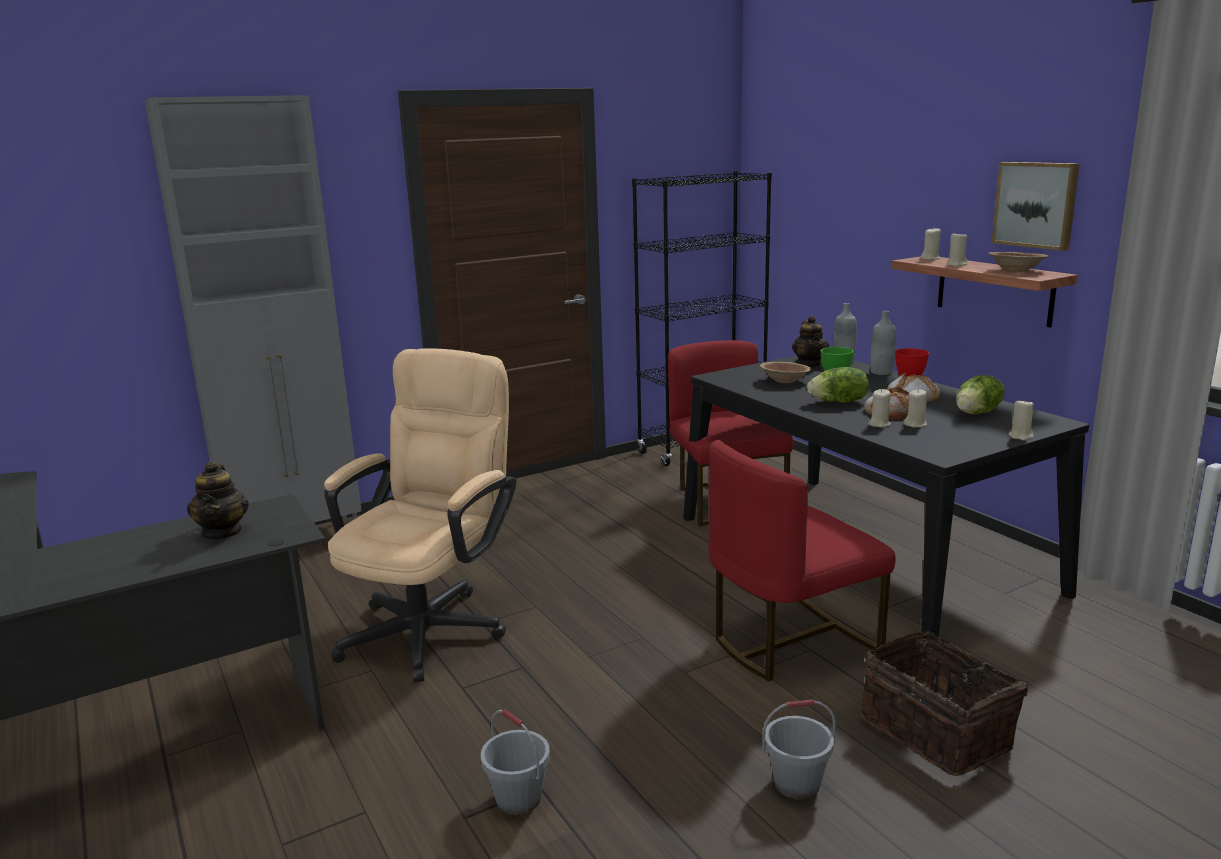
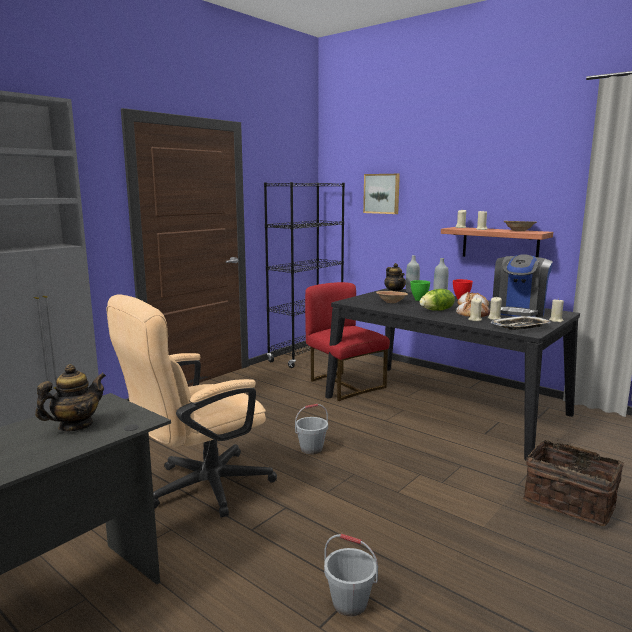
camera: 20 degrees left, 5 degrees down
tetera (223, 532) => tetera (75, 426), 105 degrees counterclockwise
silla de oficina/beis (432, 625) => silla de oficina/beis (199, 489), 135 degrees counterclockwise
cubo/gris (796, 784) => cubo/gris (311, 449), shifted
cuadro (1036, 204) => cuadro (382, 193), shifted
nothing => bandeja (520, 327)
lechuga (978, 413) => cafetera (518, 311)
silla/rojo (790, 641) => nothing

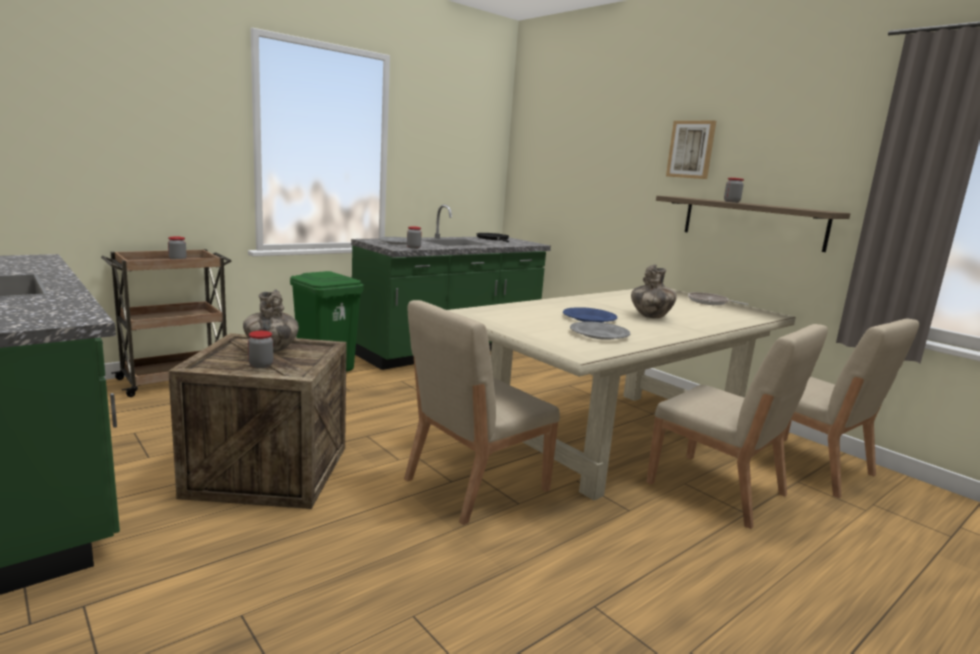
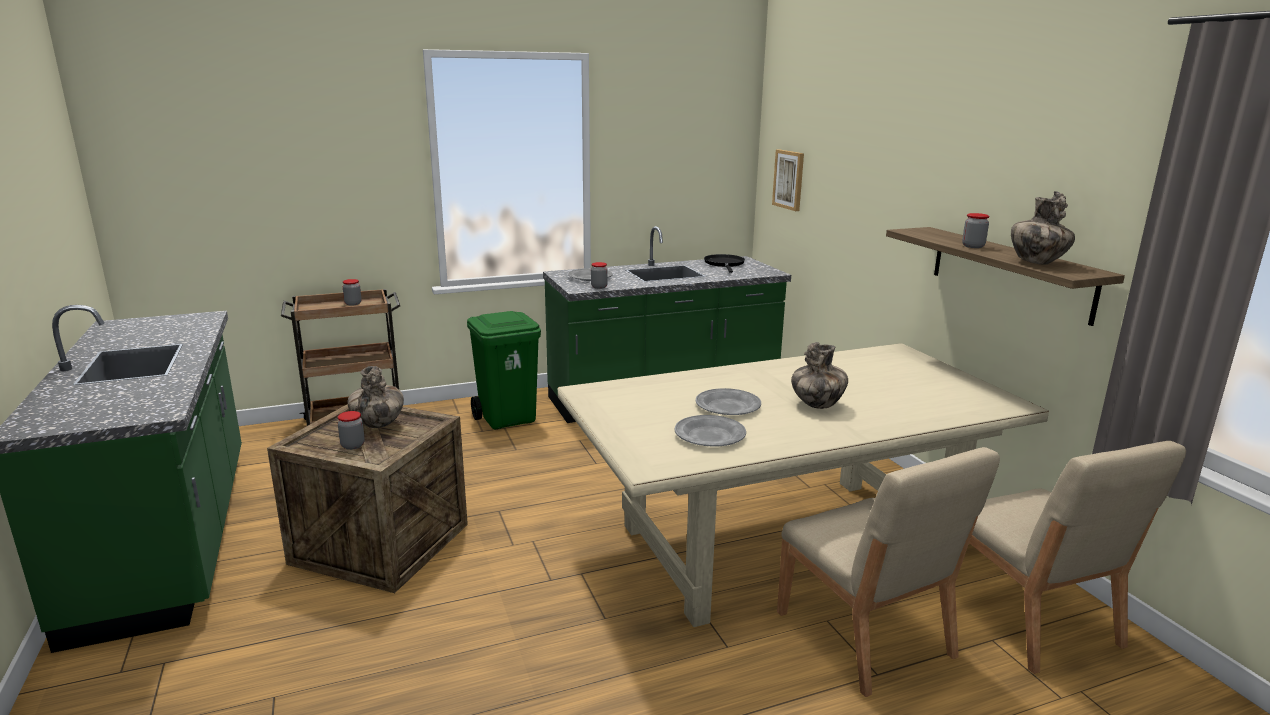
camera: 20 degrees right, 5 degrees up
plato/azul (588, 318) => plato/gris (727, 406)
cuadro (691, 149) => cuadro (789, 179), shifted
nothing => florero (1036, 262)
silla/beis (474, 485) => nothing
sartén (709, 302) => nothing

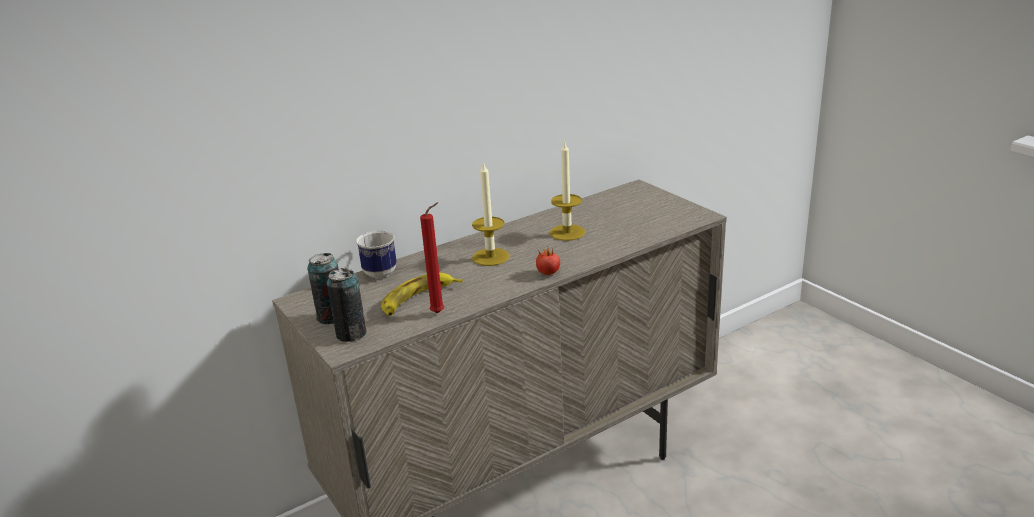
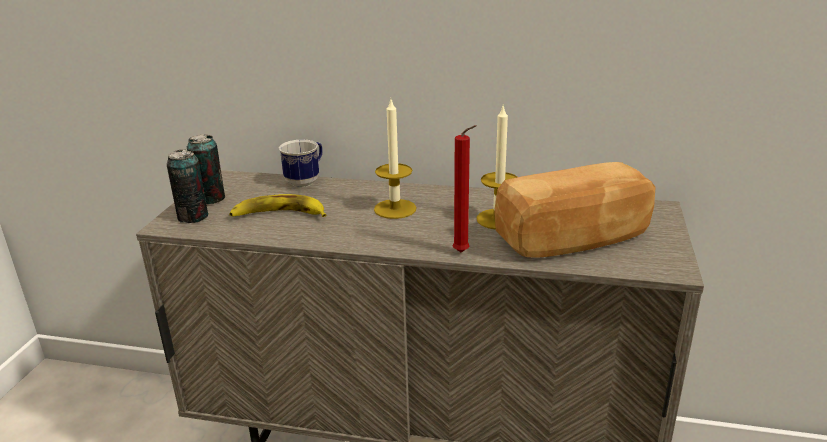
camera: 45 degrees right, 0 degrees up
vela/rojo (440, 313) => vela/rojo (463, 253), shifted
nothing => pan (574, 240)
tomate (548, 273) => nothing

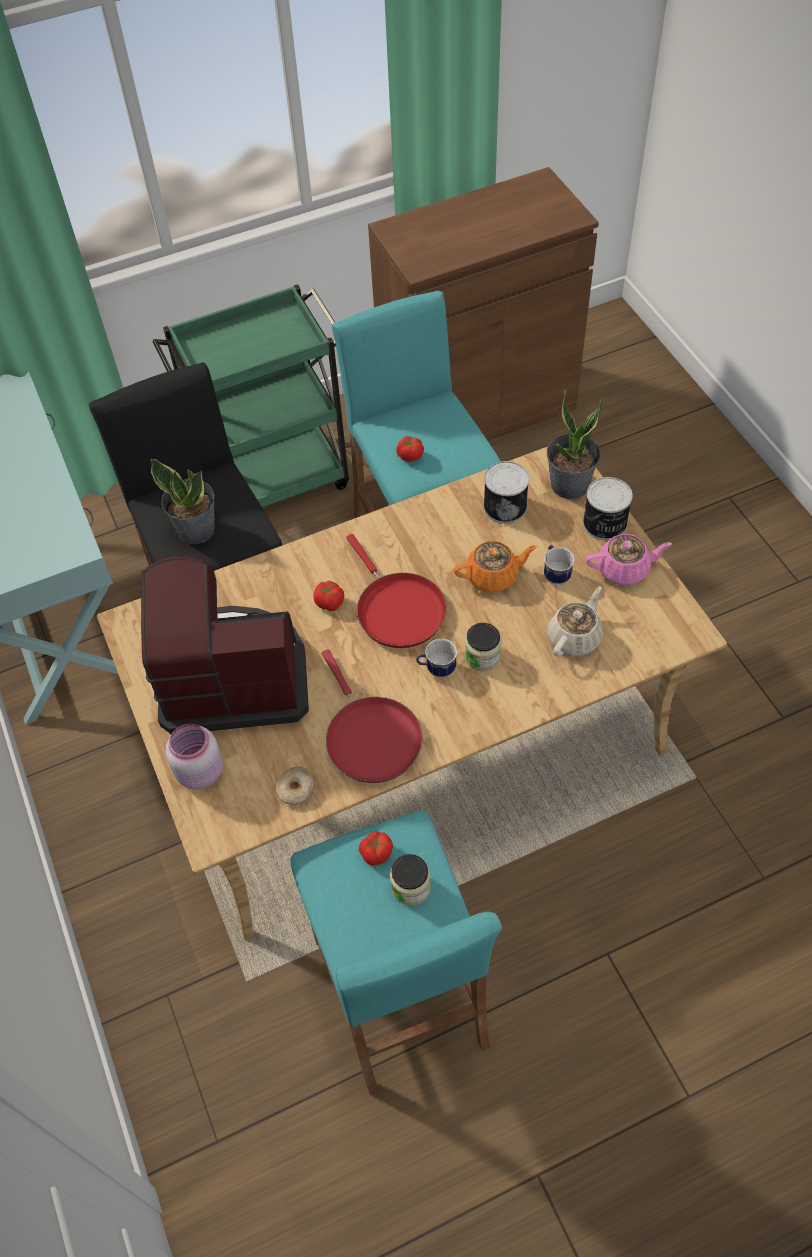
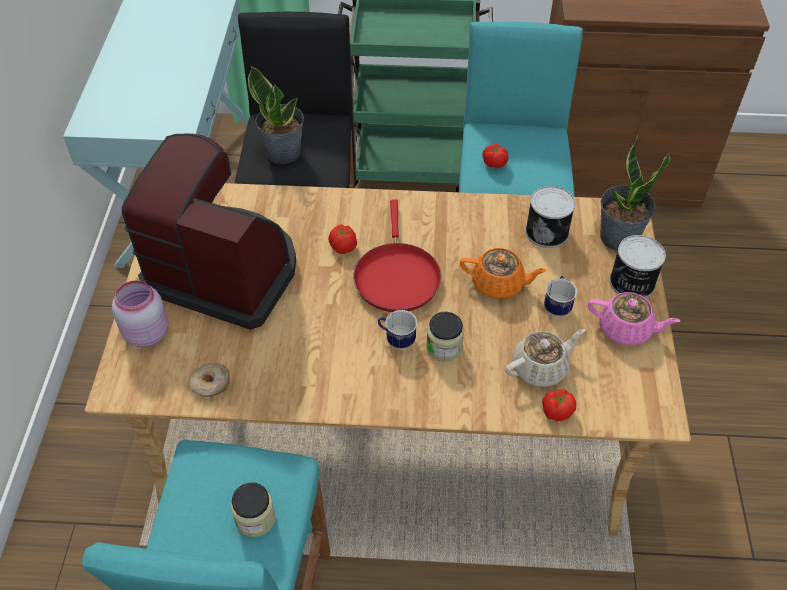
camera: 25 degrees right, 5 degrees down
tomate (376, 853) => tomate (556, 412), shifted
sartén/rojo (370, 737) => nothing

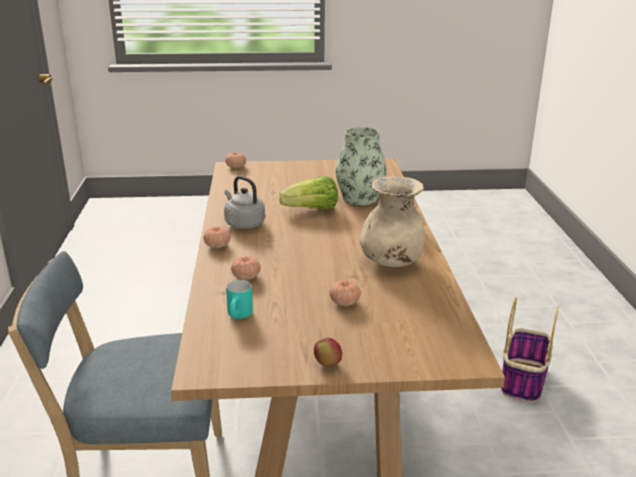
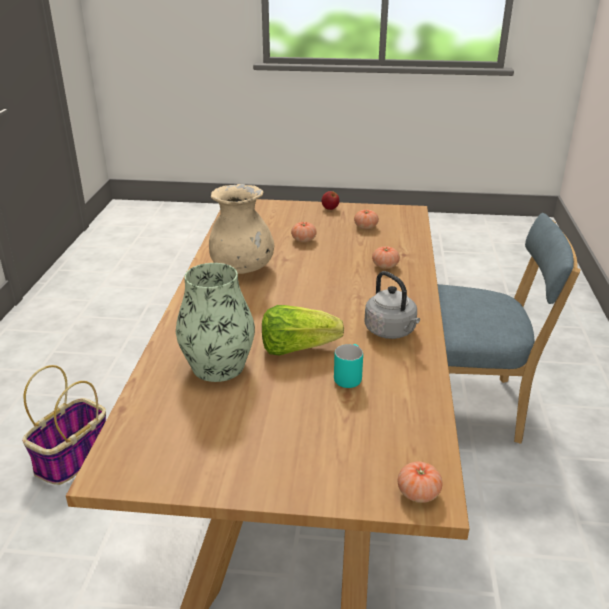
camera: 170 degrees left, 5 degrees up
taza grande/turquesa (240, 317) => taza grande/turquesa (347, 376), shifted
tomate (217, 245) => tomate (365, 227), shifted

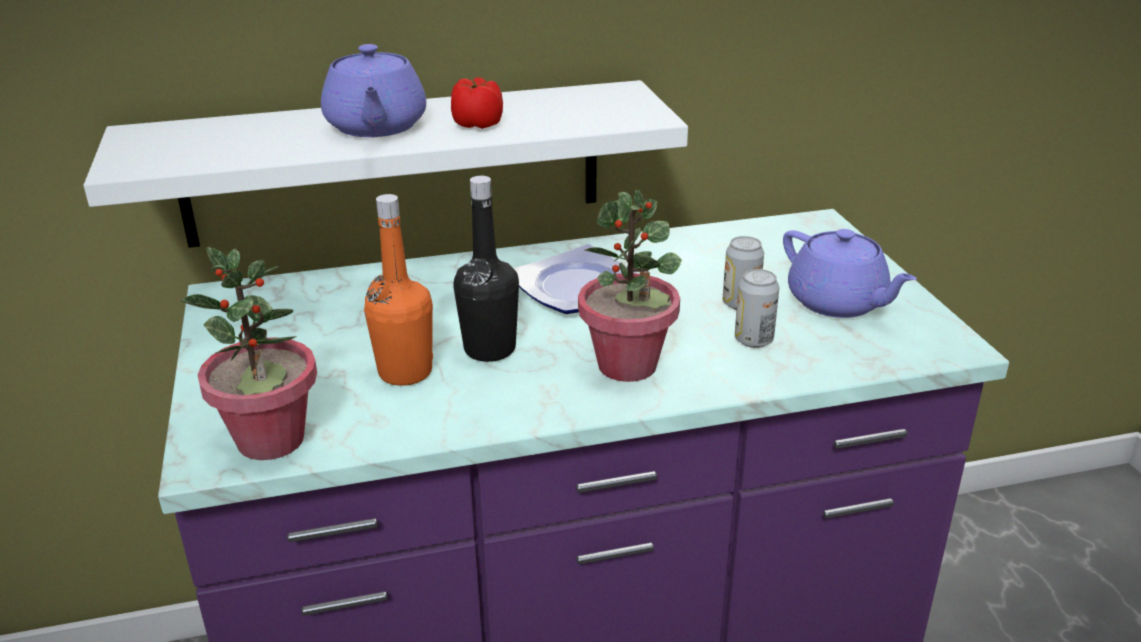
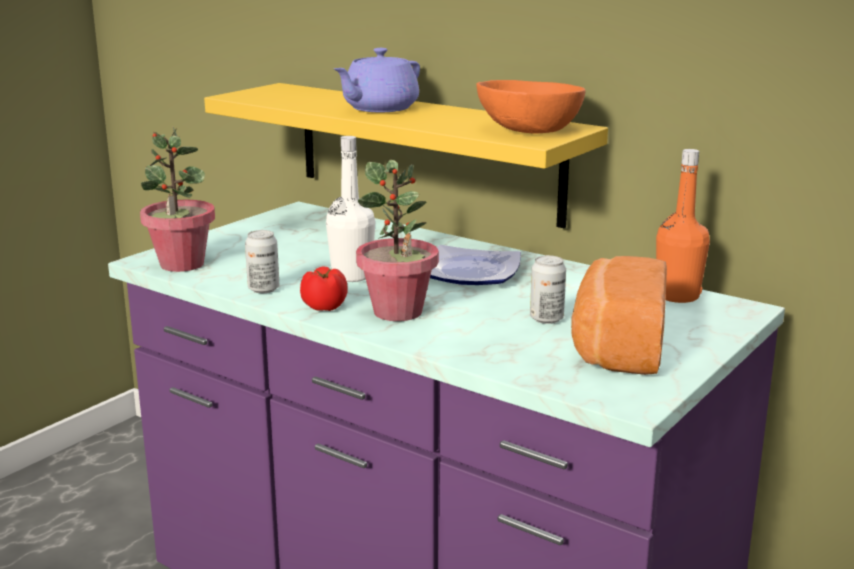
camera: 50 degrees right, 10 degrees down
estante/blanco (394, 163) => estante/amarillo (426, 151)
lata (753, 340) => lata (263, 289), shifted
tomate (478, 124) => tomate (325, 306), shifted
botella/negro (489, 349) => botella/blanco (352, 276)
nothing => cuenco/naranja (529, 131)
tetera/morado (838, 303) => pan (616, 347)
botella/naranja (405, 372) => botella/naranja (677, 296), shifted

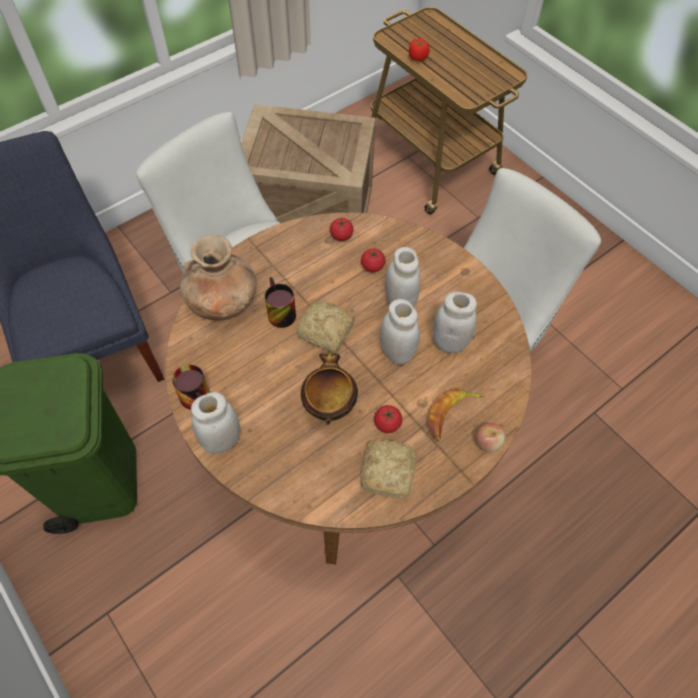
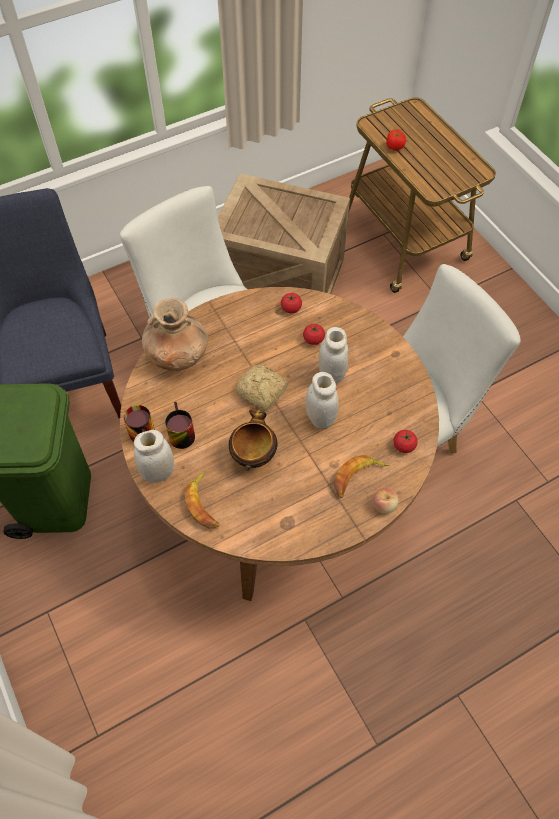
camera: 10 degrees right, 0 degrees up
taza grande (277, 312) => taza grande (179, 433), shifted
nothing => plátano (204, 503)
tomate (387, 424) => tomate (404, 446), shifted
pan (388, 471) => nothing
tarro/blanco (449, 342) => nothing

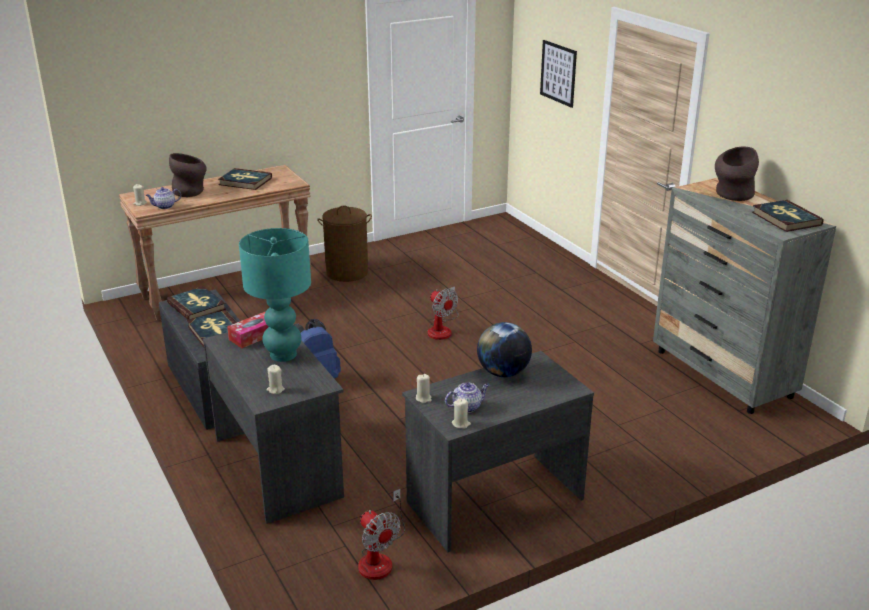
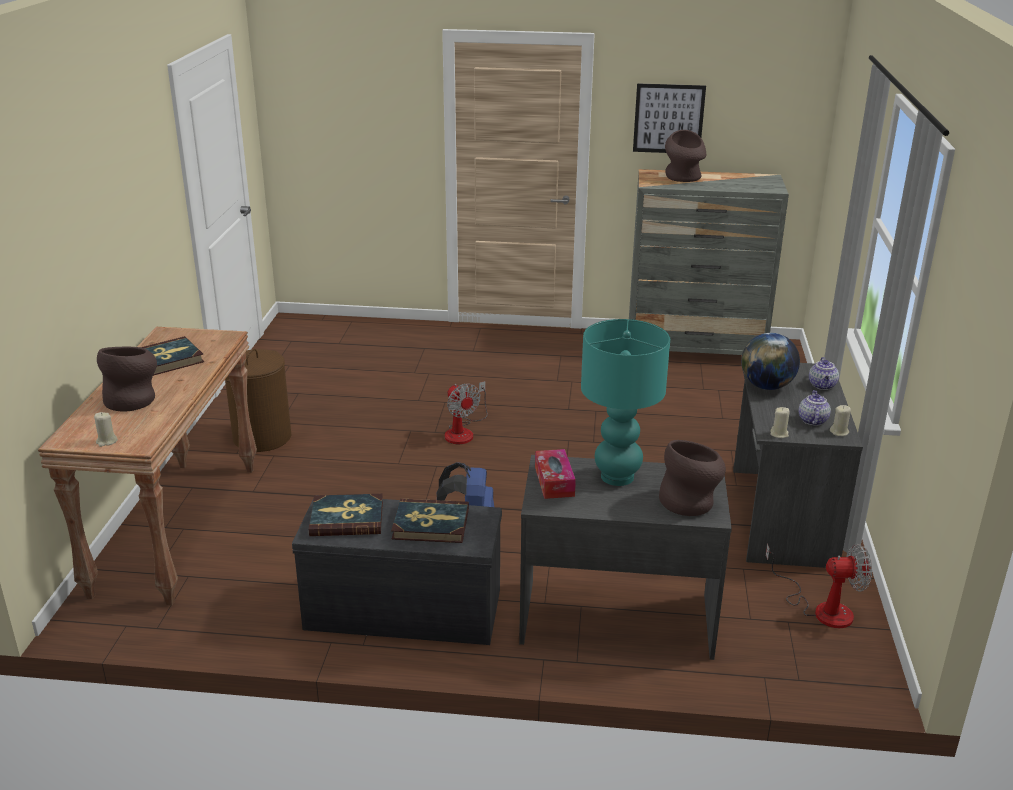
camera: 55 degrees left, 0 degrees up
ventilador (442, 329) => ventilador (463, 431), 60 degrees clockwise
cuadro (558, 73) => cuadro (668, 118), shifted
vela/beis (275, 389) => florero/marrón (690, 502)
tetera (164, 206) => tetera (822, 386), shifted
libro (786, 219) => nothing

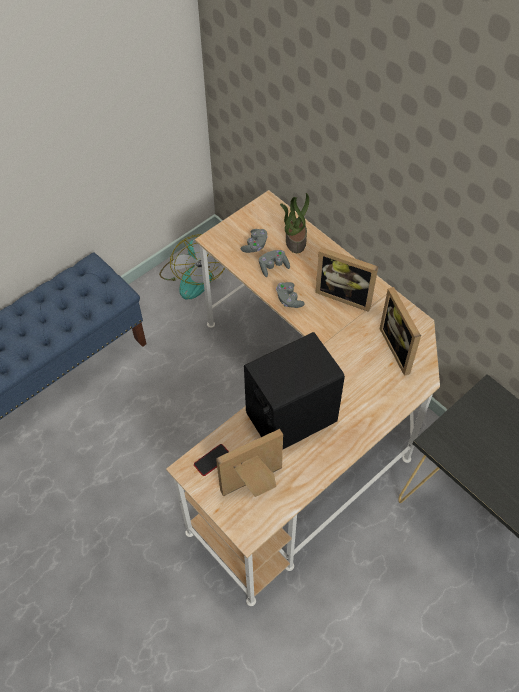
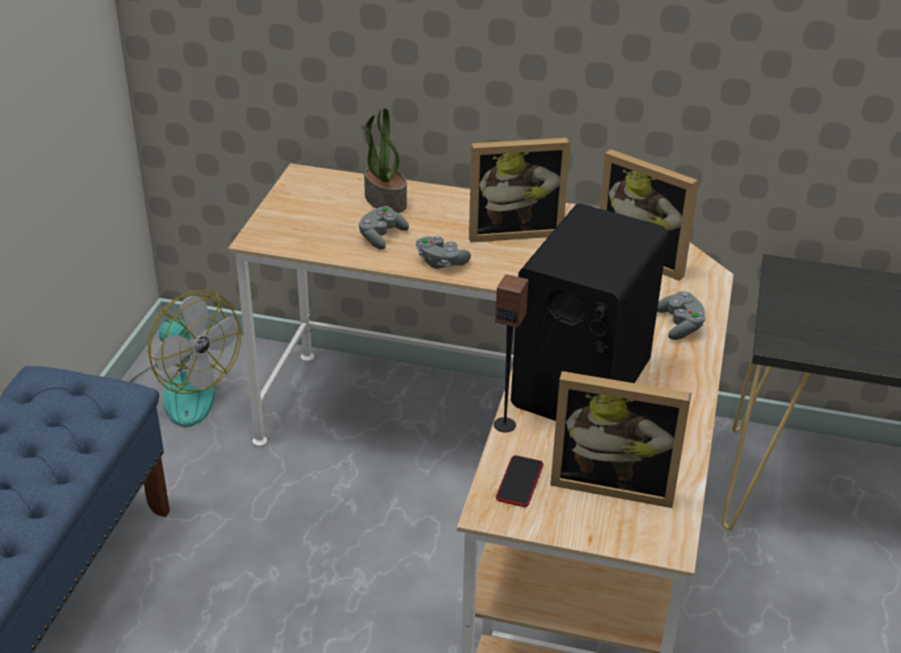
camera: 35 degrees left, 20 degrees down
nothing => altavoz (505, 424)
portarretratos (254, 485) => portarretratos (613, 482), 105 degrees counterclockwise
mando de consola/gris (255, 245) => mando de consola/gris (680, 325), shifted

